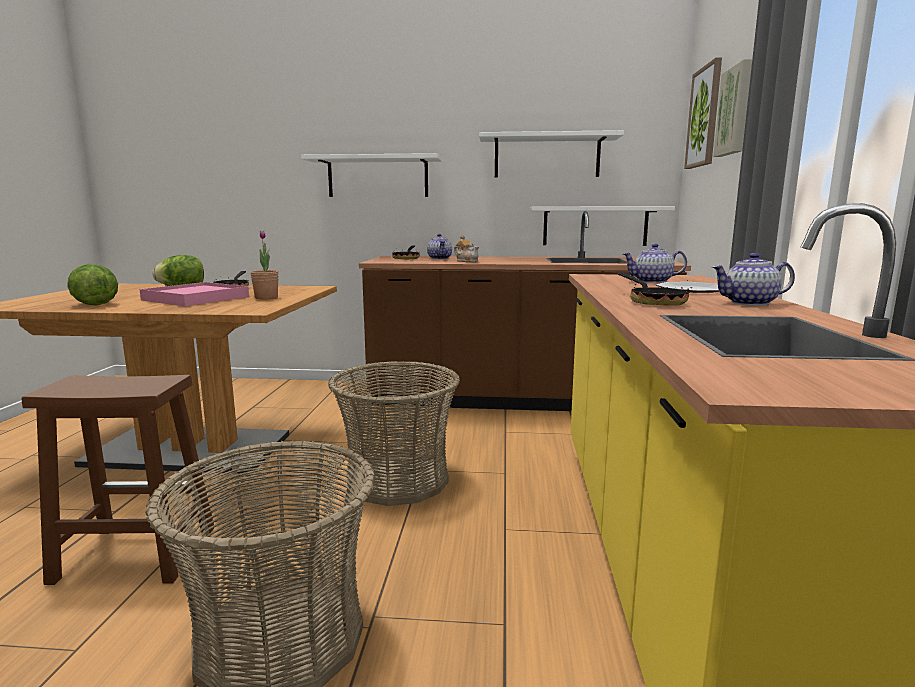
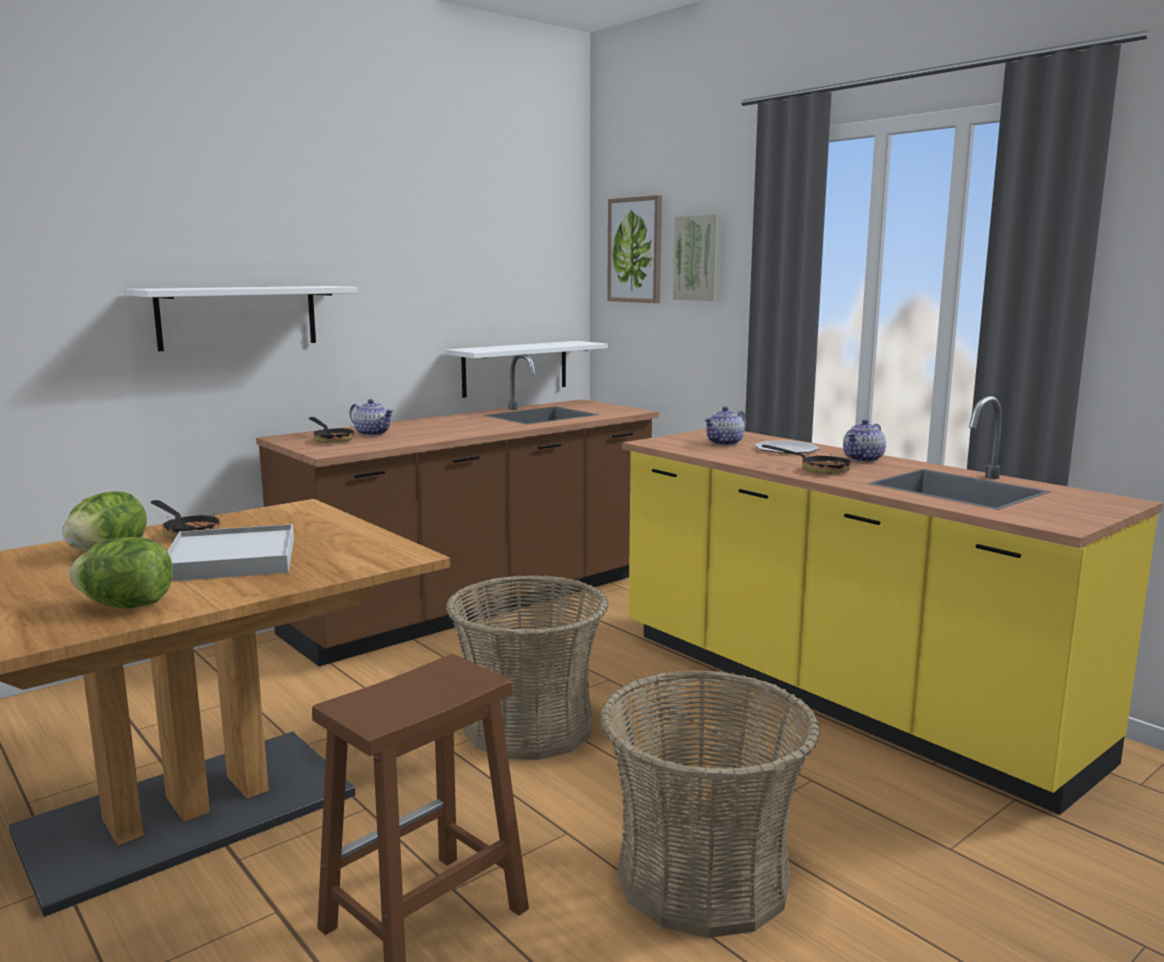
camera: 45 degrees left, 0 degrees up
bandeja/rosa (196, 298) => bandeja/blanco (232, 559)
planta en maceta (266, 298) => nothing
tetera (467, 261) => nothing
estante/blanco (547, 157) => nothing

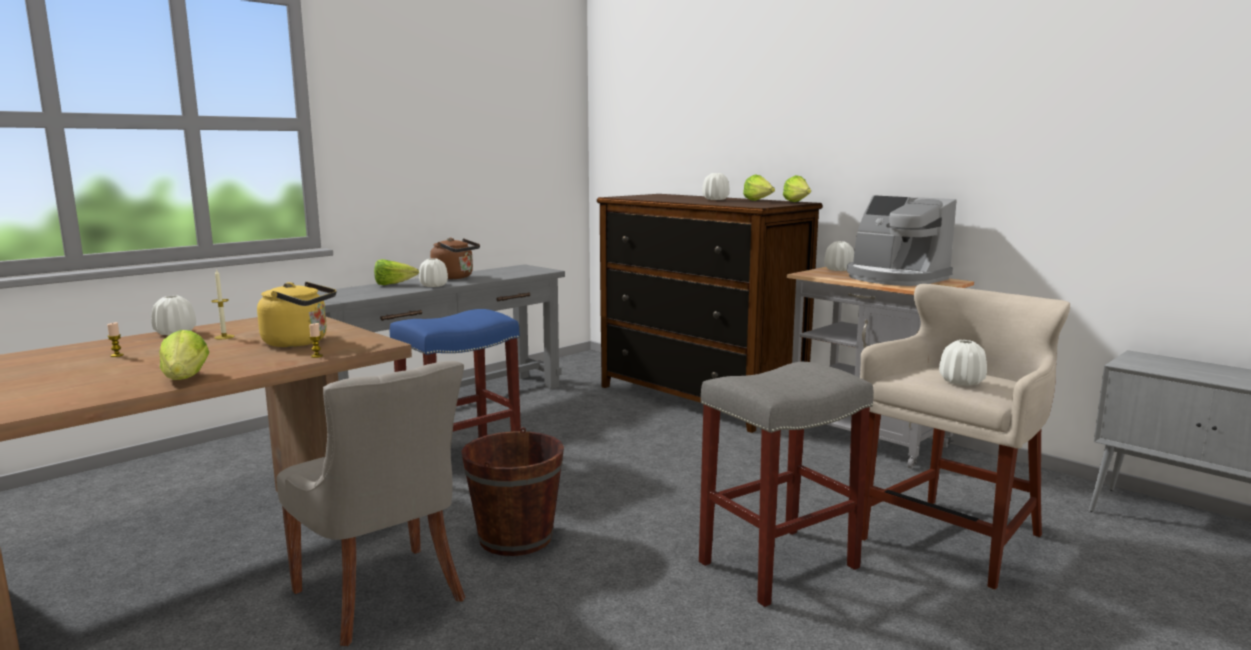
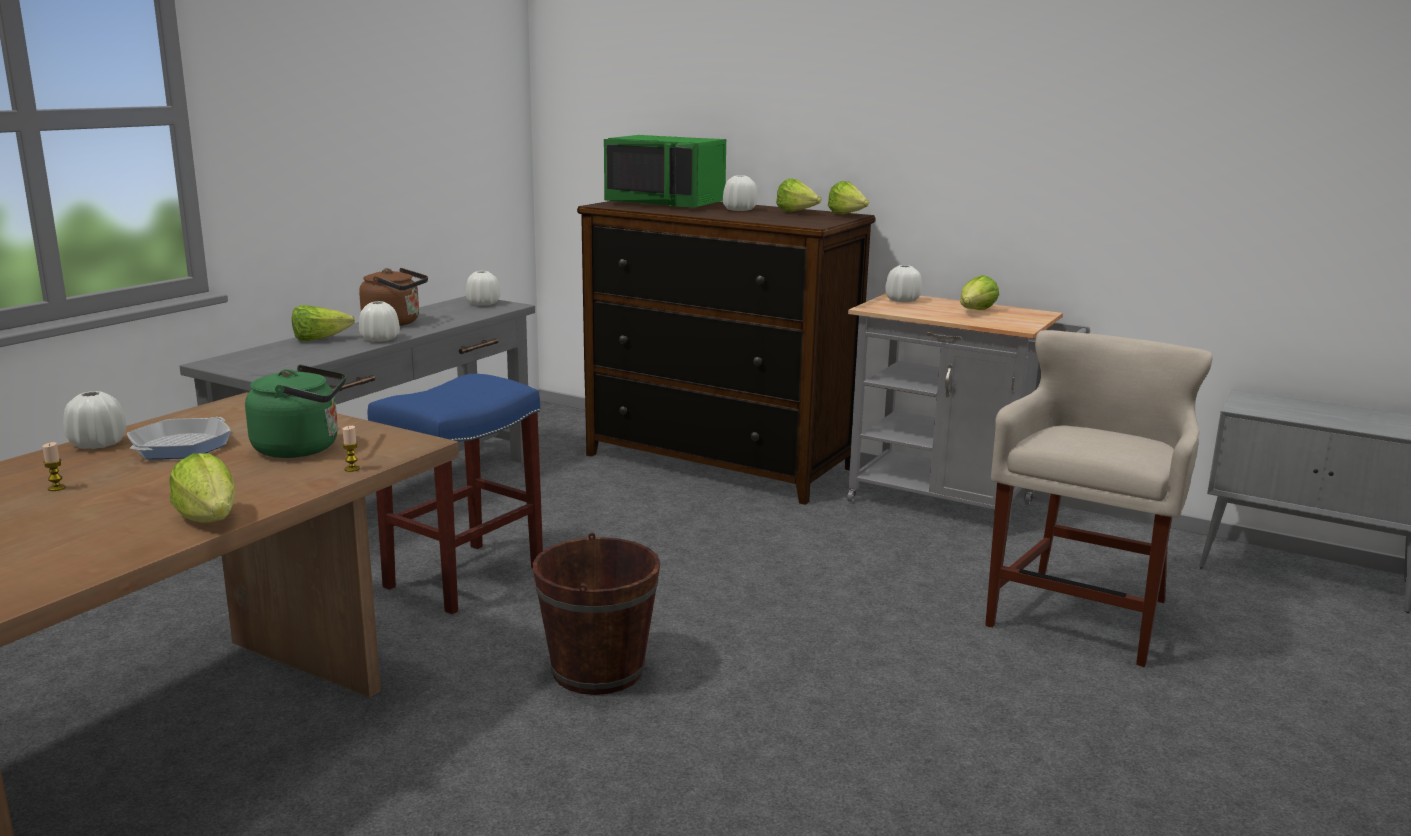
camera: 15 degrees left, 5 degrees up
vela (224, 337) => sartén (181, 446)
hervidor/amarillo (299, 342) => hervidor/verde (302, 448)
florero/blanco (961, 382) => florero/blanco (483, 304), shifted
nothing => microondas/verde (666, 203)
cafetera (895, 278) => lechuga (975, 311)
silla/gris (383, 596) => nothing
taburete/gris (777, 566) => nothing

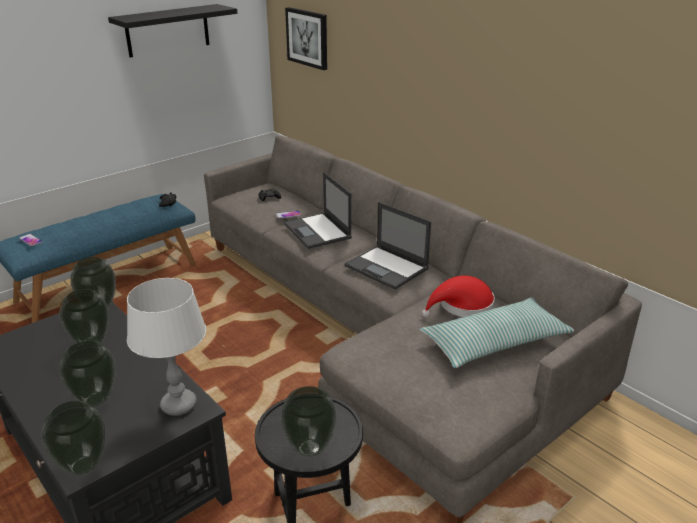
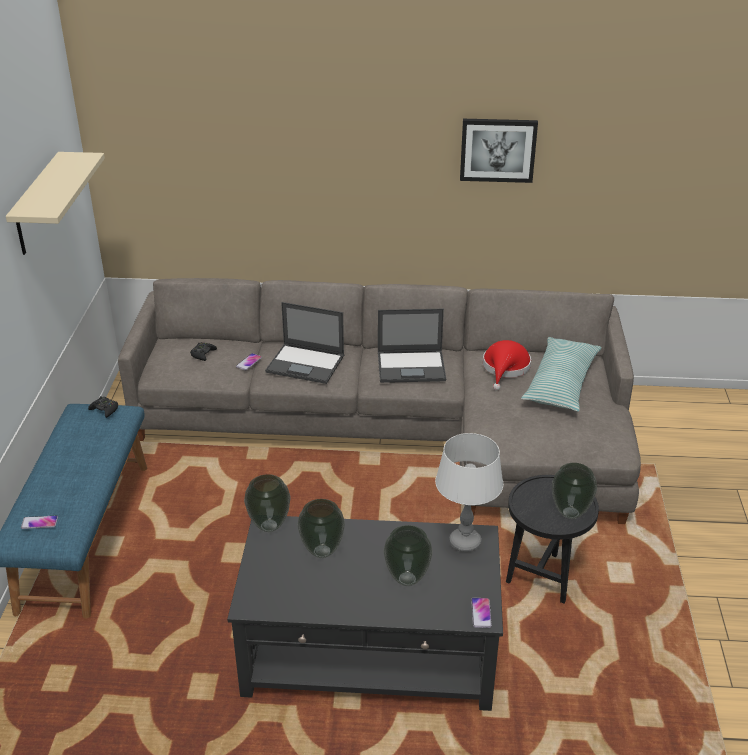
camera: 45 degrees left, 5 degrees up
estante/negro (168, 30) => estante/beis (38, 205)
cuadro (307, 38) => cuadro (498, 149), shifted
florero (84, 466) => móvil (481, 613)

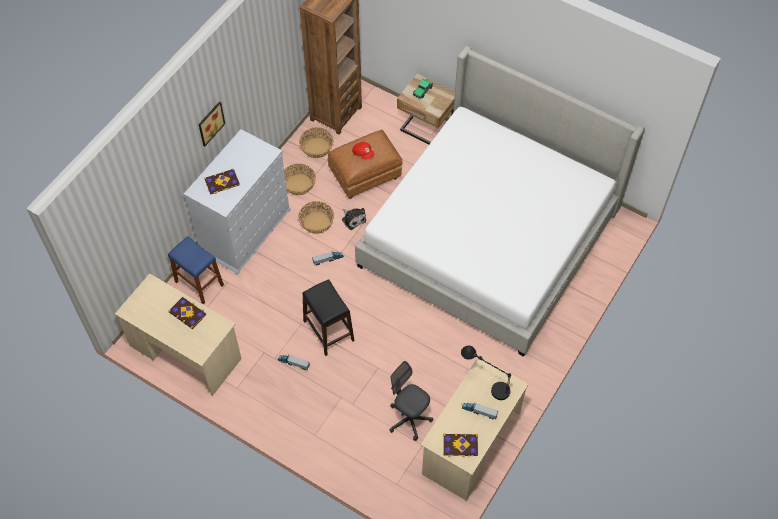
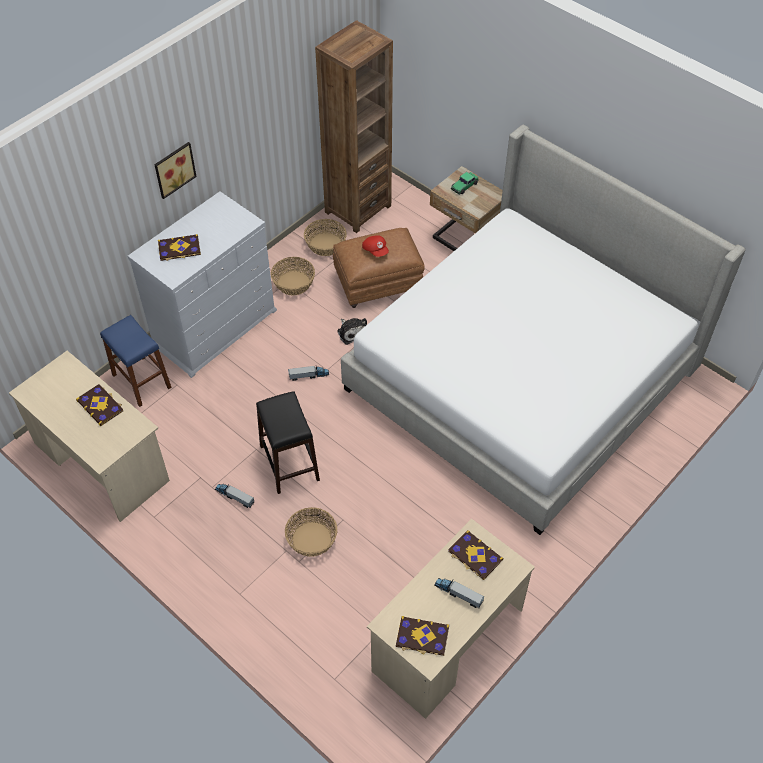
camera: 10 degrees right, 5 degrees down
cesta (316, 223) => cesta (311, 539), shifted
lámpara de mesa/negro (485, 383) => libro (474, 556)
silla de oficina/gris (409, 419) => nothing

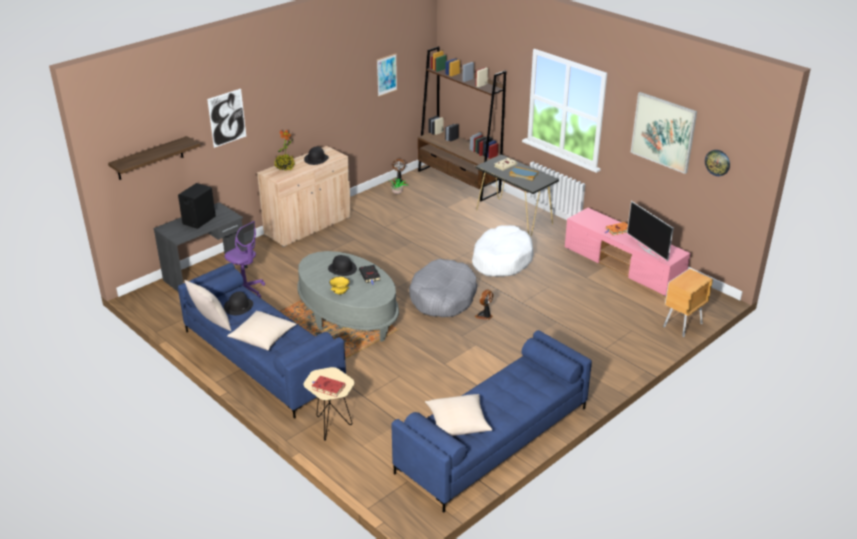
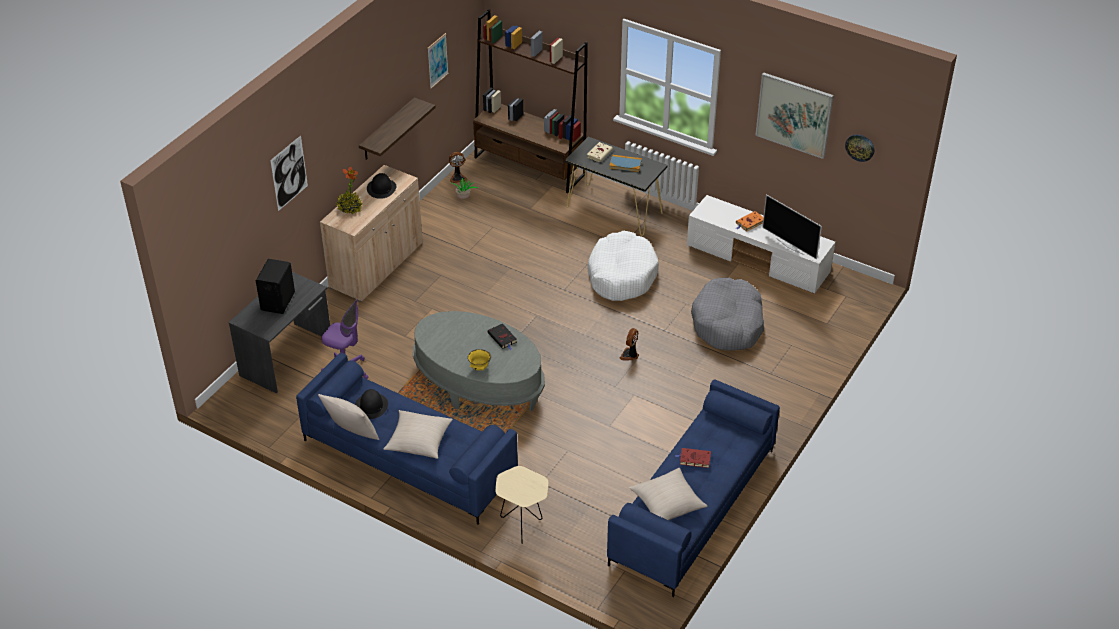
camera: 15 degrees left, 10 degrees up
estante (150, 158) => estante (387, 130), shifted
libro/rojo (327, 387) => libro/rojo (694, 459), shifted
mueble de televisión/rosa (623, 266) => mueble de televisión/blanco (758, 260)
cama para perro/gris (443, 298) => cama para perro/gris (728, 324), shifted
sombrero/negro (342, 268) => nothing
mesita de noche/marrón (681, 325) => nothing

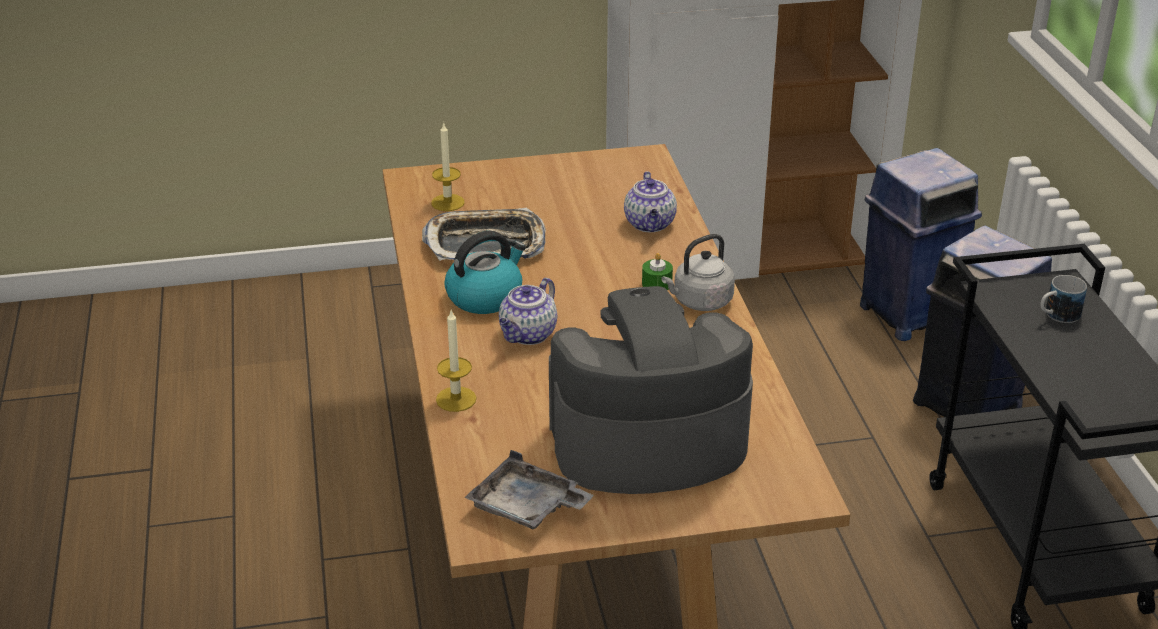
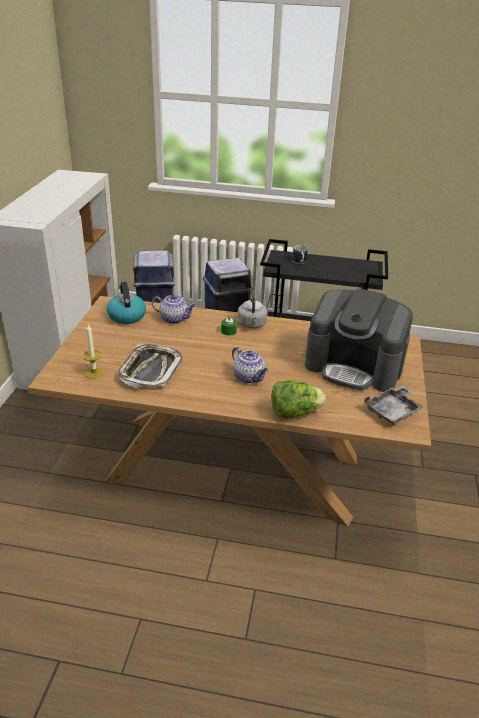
camera: 70 degrees left, 0 degrees up
hervidor (485, 296) => hervidor (126, 316), shifted
vela (456, 399) => lechuga (294, 413)
cafetera (647, 441) => cafetera (354, 366), 75 degrees counterclockwise

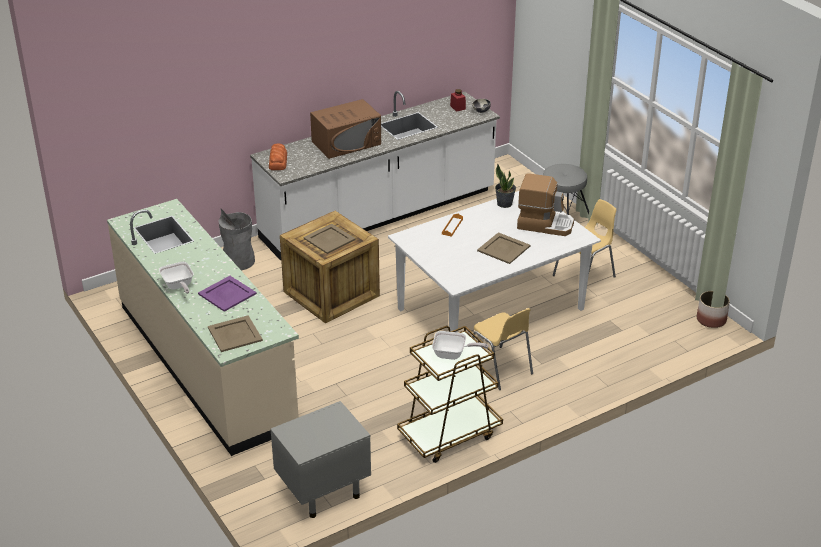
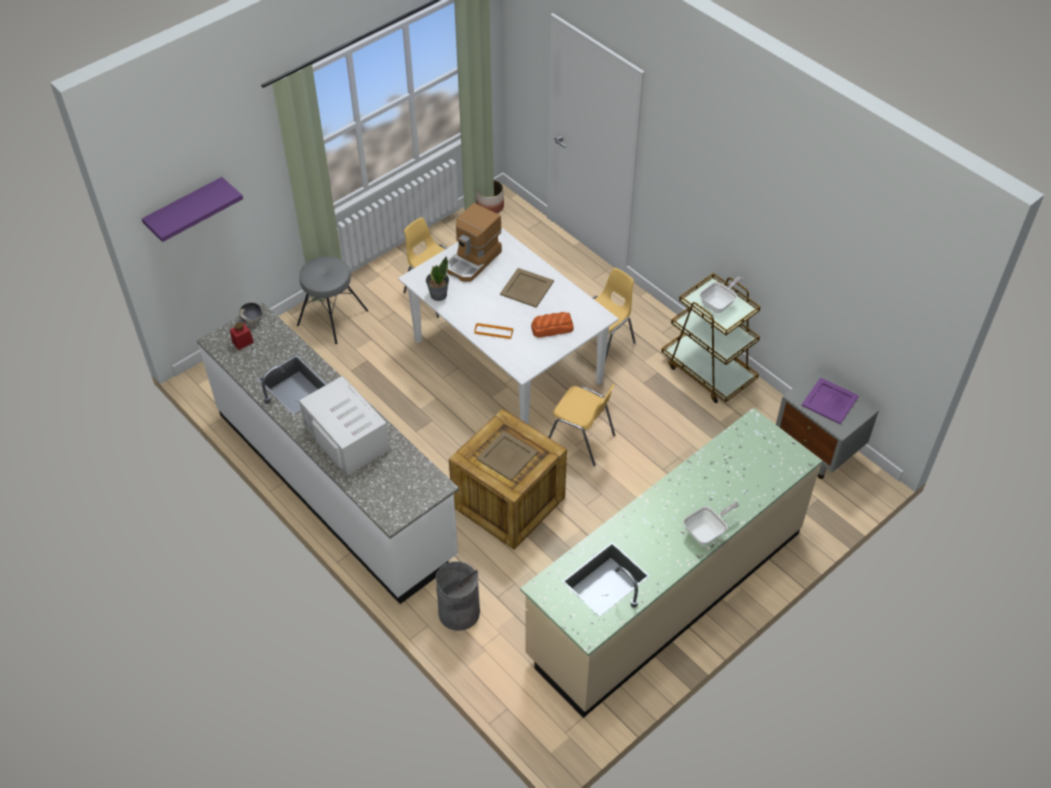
camera: 100 degrees left, 15 degrees up
nothing => estante/morado (185, 209)
microondas/marrón (346, 143) => microondas/blanco (347, 438)
cafetera (545, 224) => cafetera (473, 261), 150 degrees counterclockwise
pan (278, 161) => pan (551, 328), shifted
nothing => silla/amarillo (581, 440)
sartén (453, 355) => sartén (719, 304), 45 degrees clockwise
bandeja/morado (227, 293) => bandeja/morado (829, 401), shifted
bandeja/beis (234, 334) => nothing

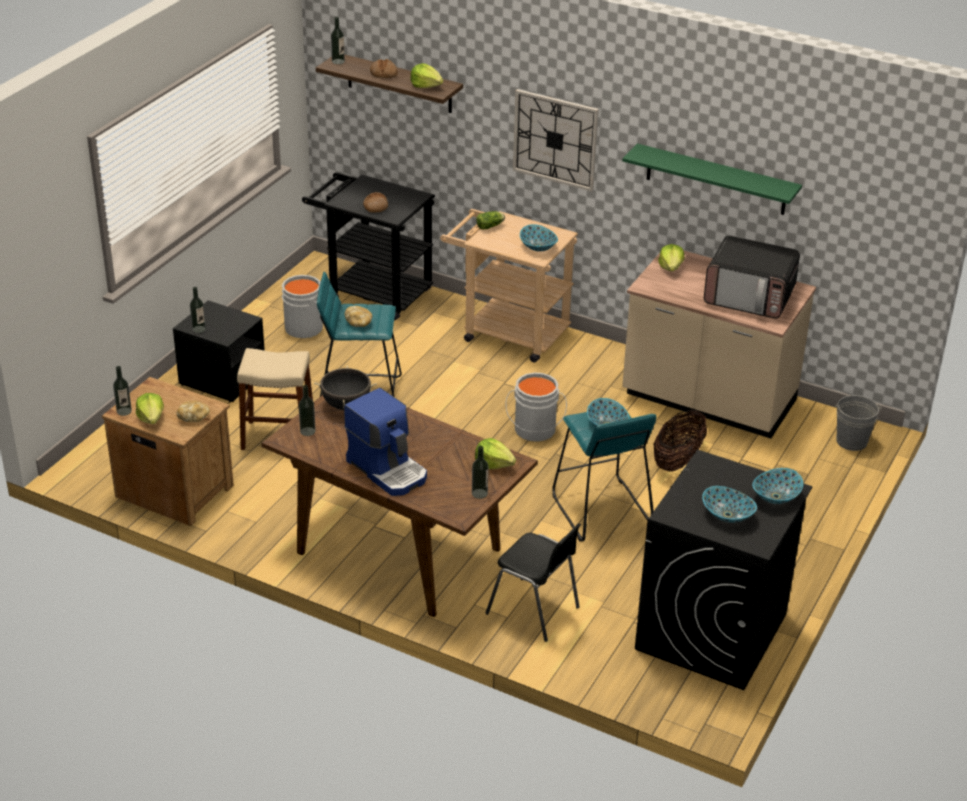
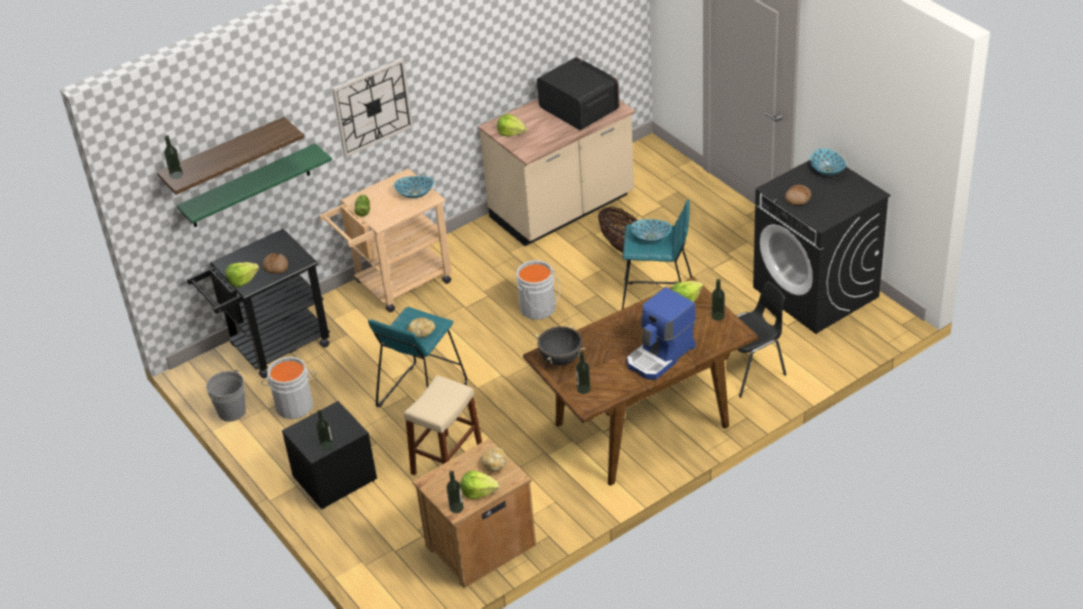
camera: 60 degrees left, 5 degrees up
estante/verde (716, 180) => estante/verde (250, 186), shifted
cubo/gris (851, 441) => cubo/gris (231, 411), shifted
lechuga (426, 85) => lechuga (242, 280), shifted
microondas (749, 297) => microondas (578, 109), 90 degrees counterclockwise
cafetera (388, 469) => cafetera (661, 356), 150 degrees clockwise
pan (383, 73) => pan (797, 198), shifted
cuenco (727, 515) => nothing

